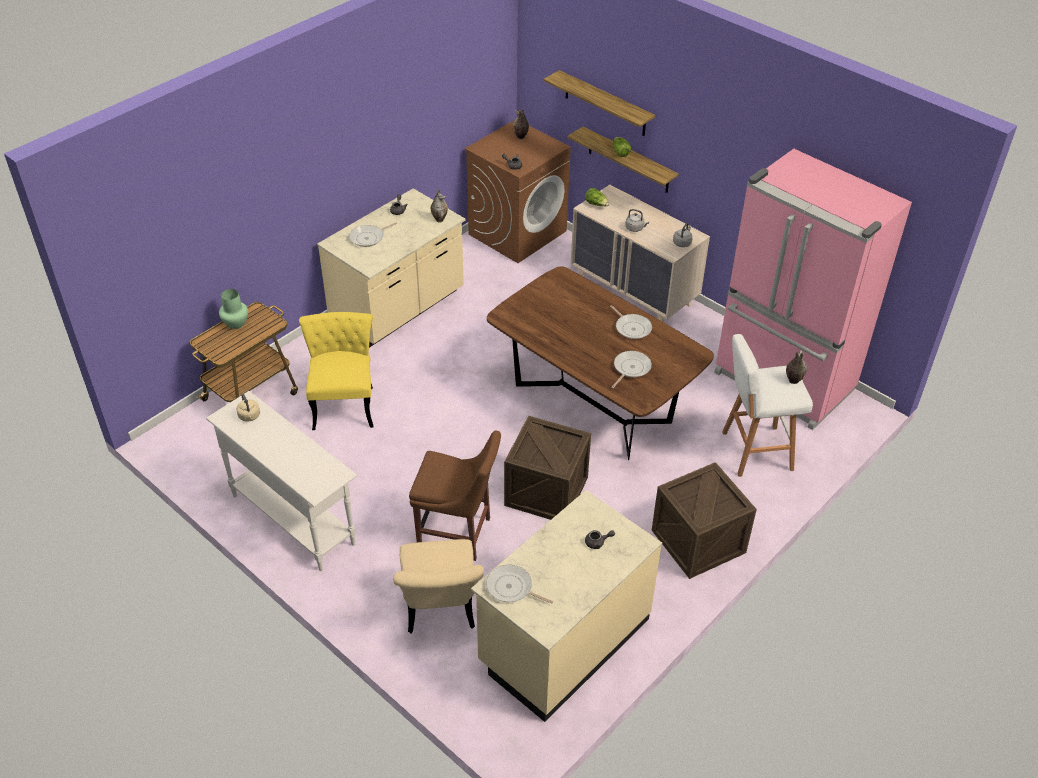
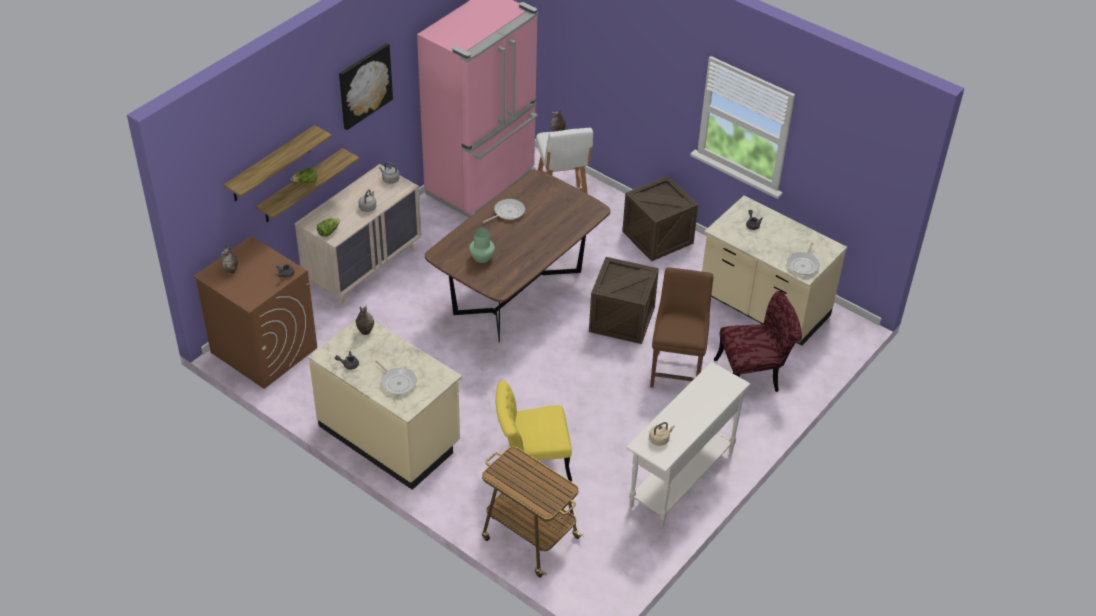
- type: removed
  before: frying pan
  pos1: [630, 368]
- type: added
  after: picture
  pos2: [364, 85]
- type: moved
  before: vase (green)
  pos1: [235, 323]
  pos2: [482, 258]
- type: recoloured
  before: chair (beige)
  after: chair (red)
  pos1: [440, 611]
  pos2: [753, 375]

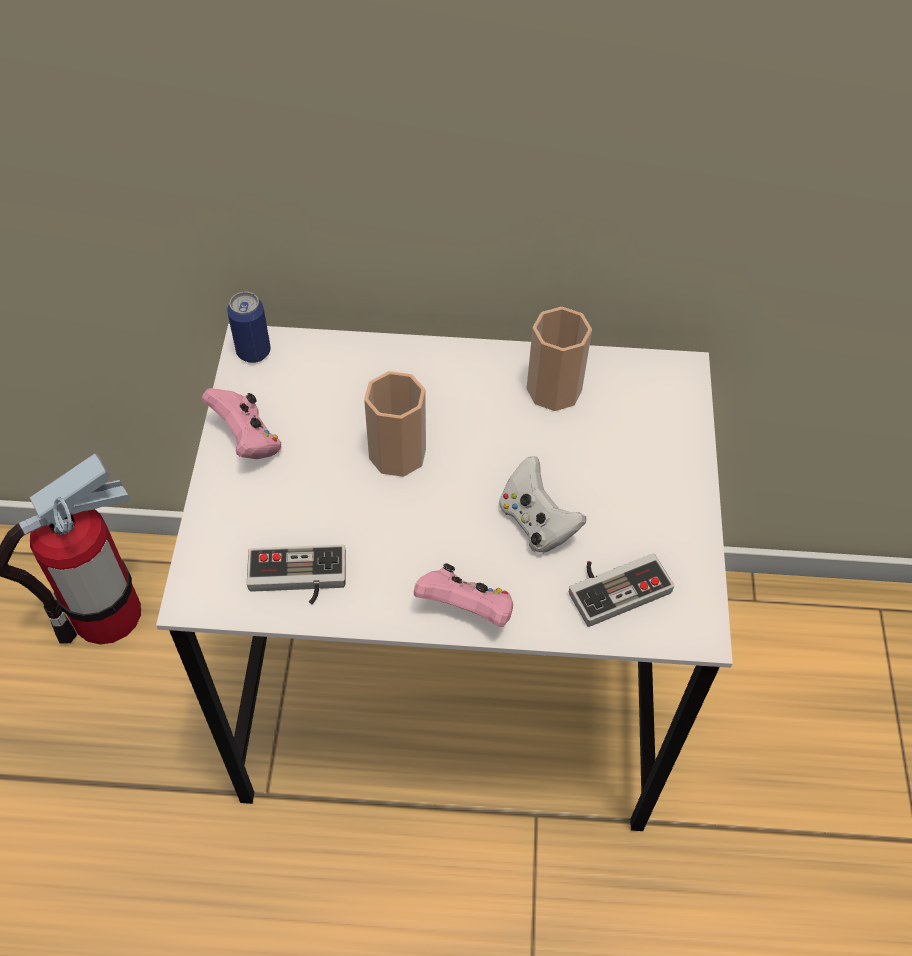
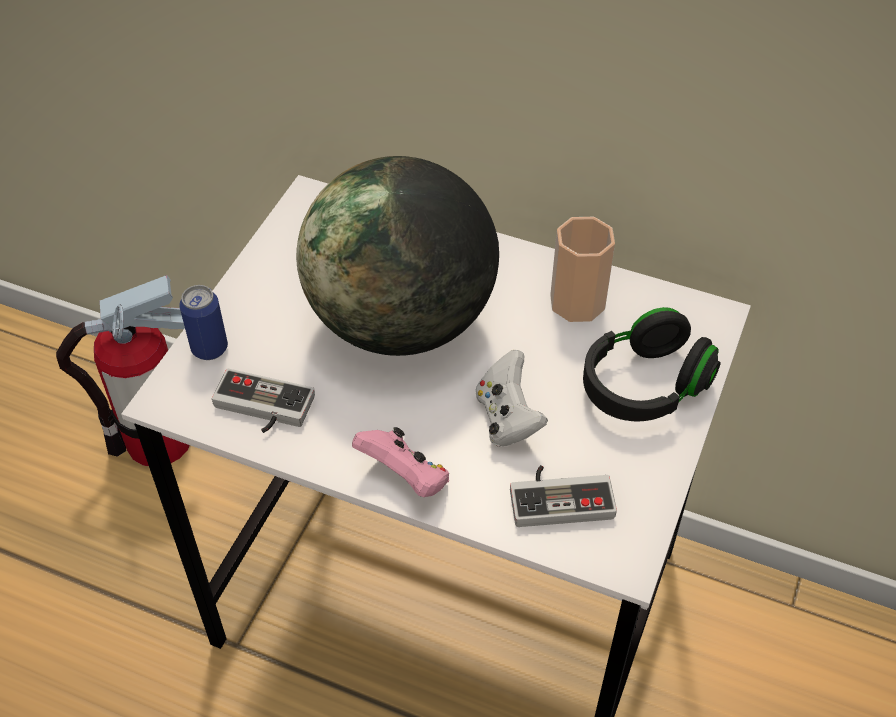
- type: removed
  before: game controller (pink)
  pos1: [247, 440]
- type: added
  after: headphones (black)
  pos2: [644, 386]
- type: moved
  before: can
  pos1: [253, 352]
  pos2: [209, 348]
- type: replaced
  before: cup
  after: globe
  pos1: [397, 454]
  pos2: [401, 323]

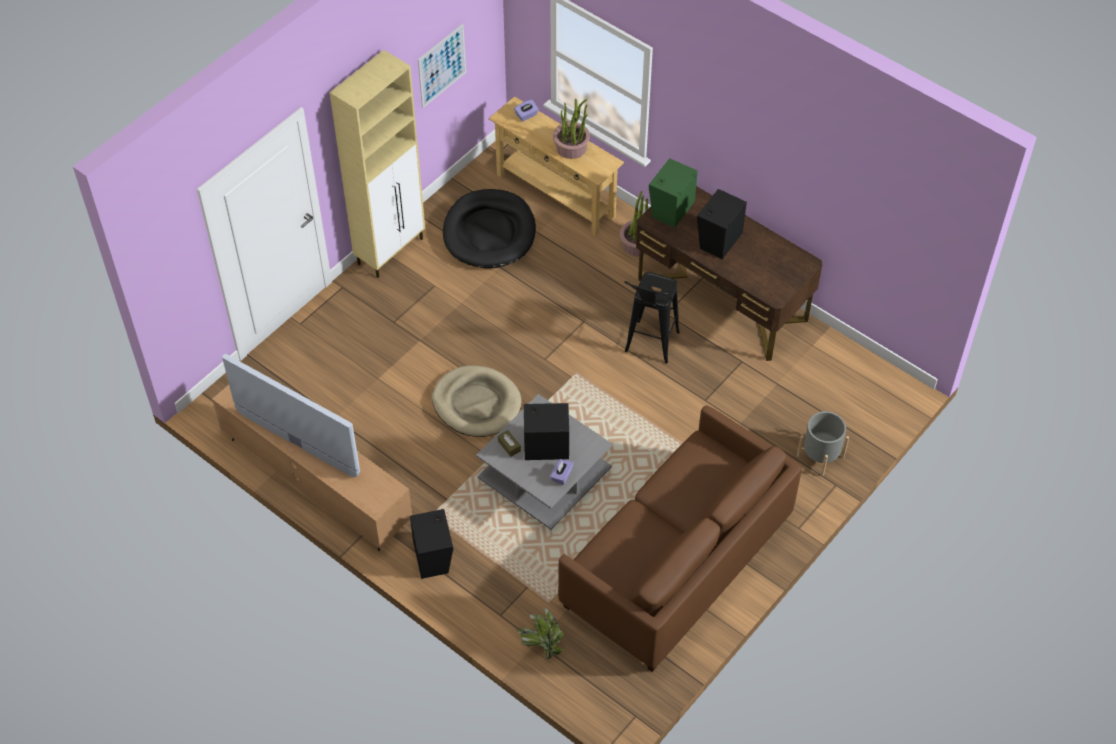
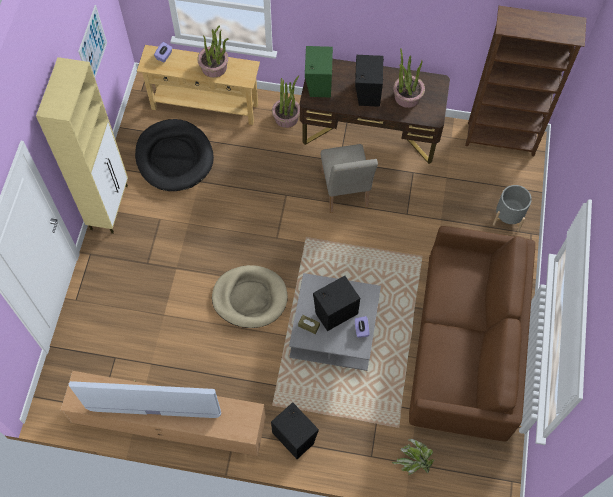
- type: added
  after: potted plant
  pos2: [407, 96]
- type: added
  after: bookcase (brown)
  pos2: [501, 140]
- type: replaced
  before: stool (black)
  after: chair (beige)
  pos1: [649, 349]
  pos2: [344, 194]

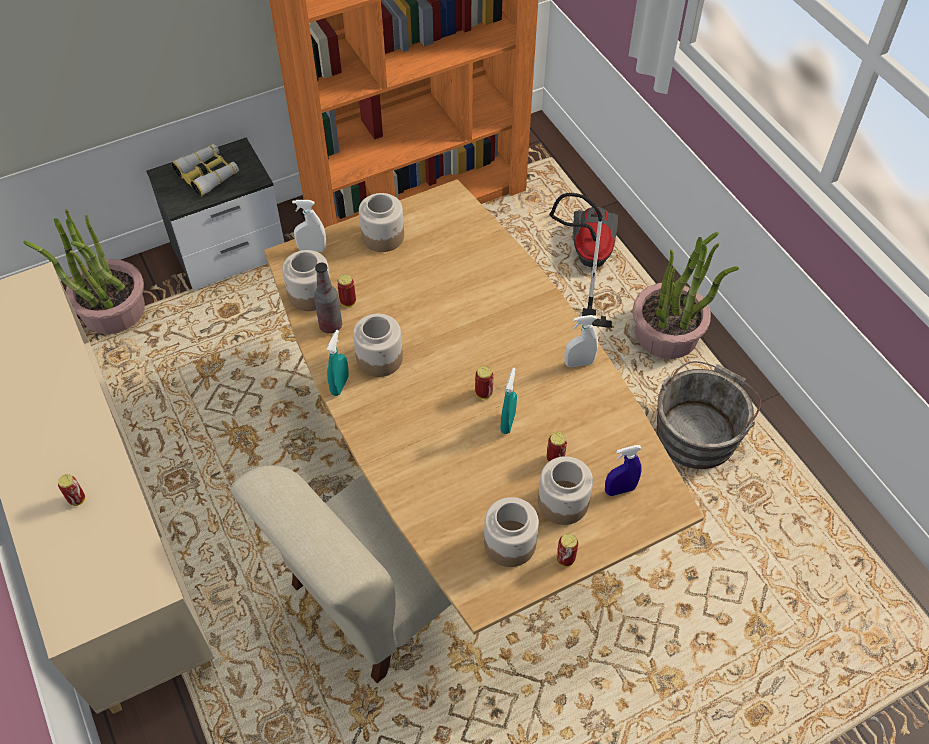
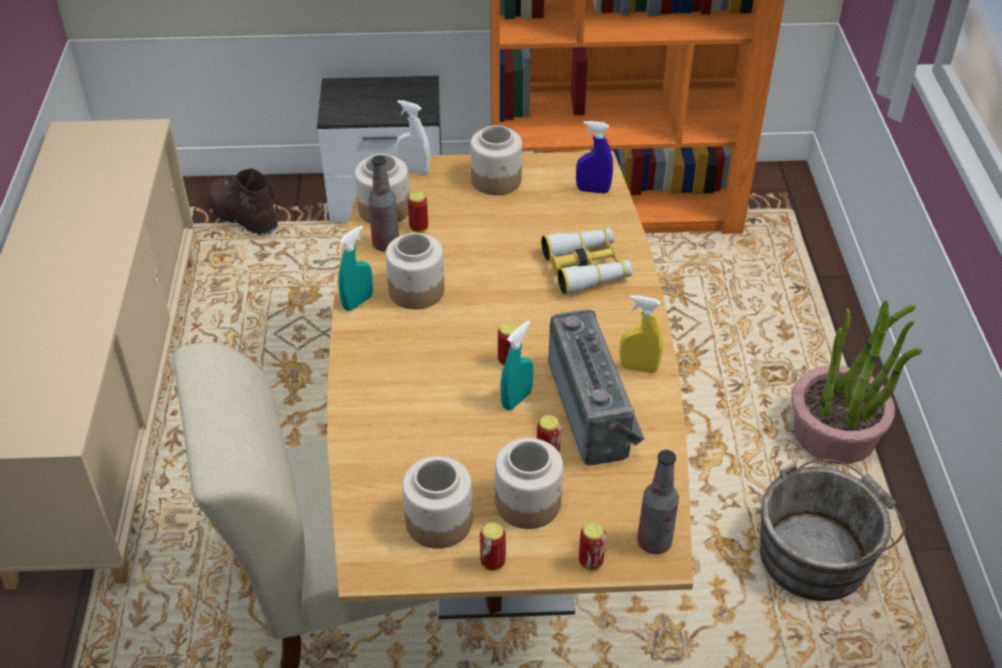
- type: removed
  before: vacuum cleaner
  pos1: [586, 264]
- type: added
  after: radio
  pos2: [595, 409]
- type: added
  after: bottle
  pos2: [654, 542]
- type: moved
  before: can
  pos1: [77, 499]
  pos2: [590, 562]
- type: moved
  before: binoculars
  pos1: [207, 175]
  pos2: [586, 268]
- type: moved
  before: spray bottle (blue)
  pos1: [620, 490]
  pos2: [593, 190]
- type: replaced
  before: potted plant
  after: boot (brown)
  pos1: [112, 311]
  pos2: [242, 216]
- type: recoloured
  before: spray bottle (white)
  after: spray bottle (yellow)
  pos1: [579, 363]
  pos2: [638, 368]

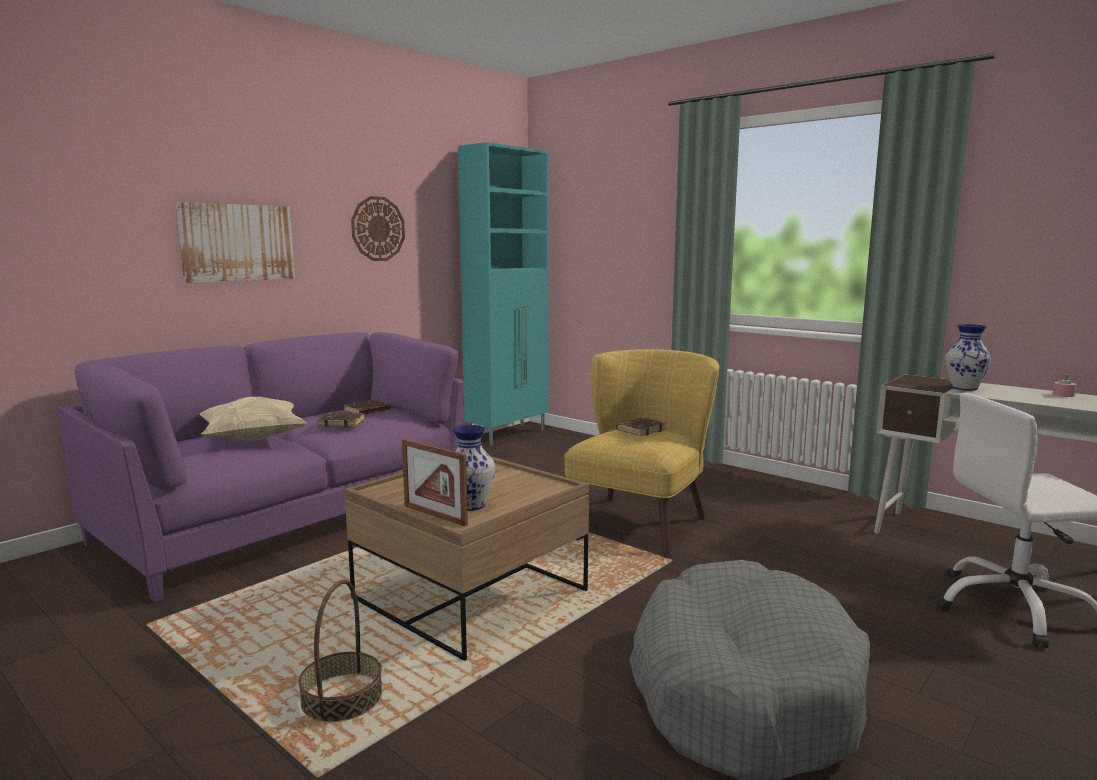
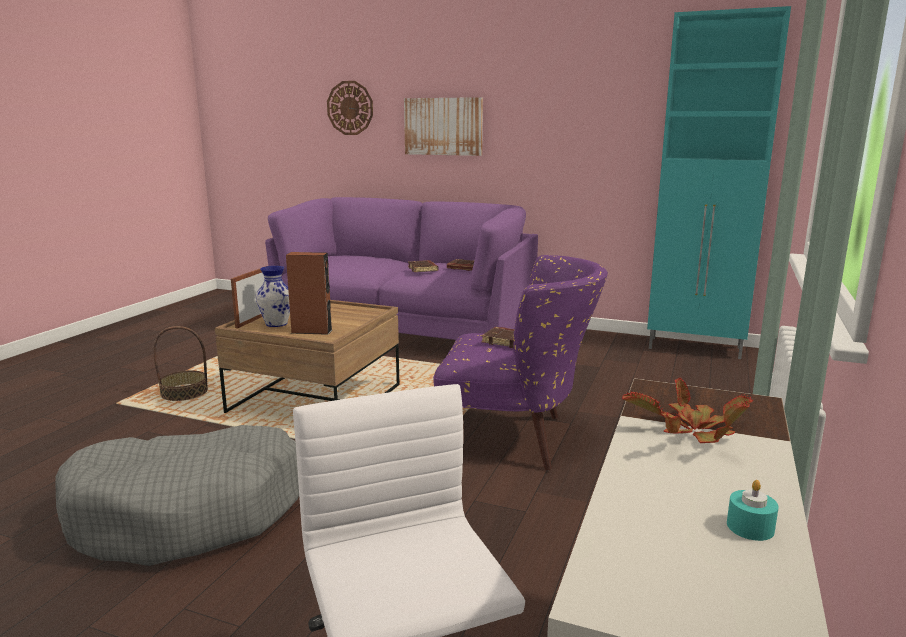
- type: removed
  before: pillow (beige)
  pos1: [253, 439]
- type: added
  after: speaker (brown)
  pos2: [311, 331]
- type: moved
  before: wall clock
  pos1: [378, 229]
  pos2: [350, 108]
- type: replaced
  before: vase
  after: potted plant
  pos1: [963, 388]
  pos2: [691, 432]
- type: recoloured
  before: armchair (yellow)
  after: armchair (purple)
  pos1: [642, 519]
  pos2: [514, 439]
- type: recoloured
  before: candle (pink)
  after: candle (turquoise)
  pos1: [1063, 395]
  pos2: [750, 527]

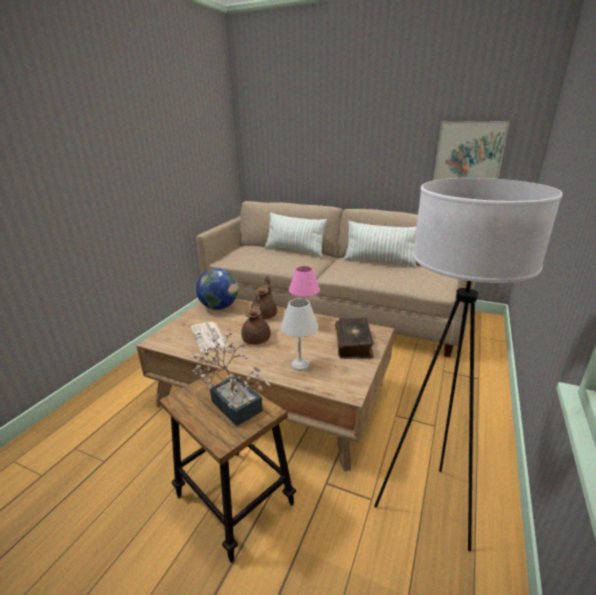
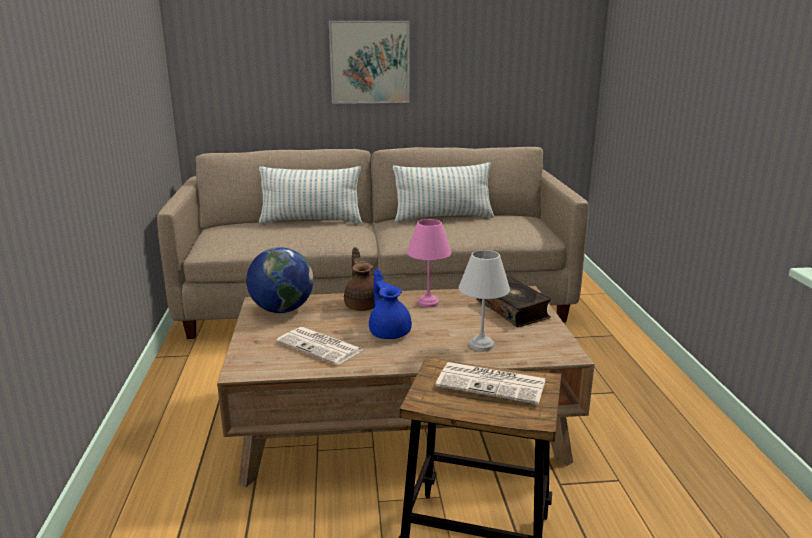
- type: removed
  before: floor lamp (white)
  pos1: [425, 506]
- type: moved
  before: picture
  pos1: [469, 154]
  pos2: [369, 62]
- type: replaced
  before: potted plant
  after: newspaper
  pos1: [233, 402]
  pos2: [493, 383]
- type: recoloured
  before: teapot (brown)
  after: teapot (blue)
  pos1: [257, 338]
  pos2: [389, 332]

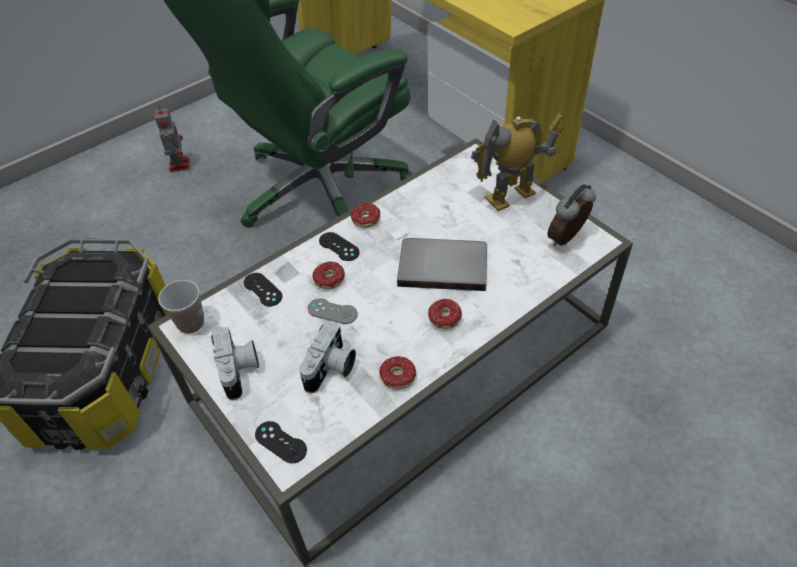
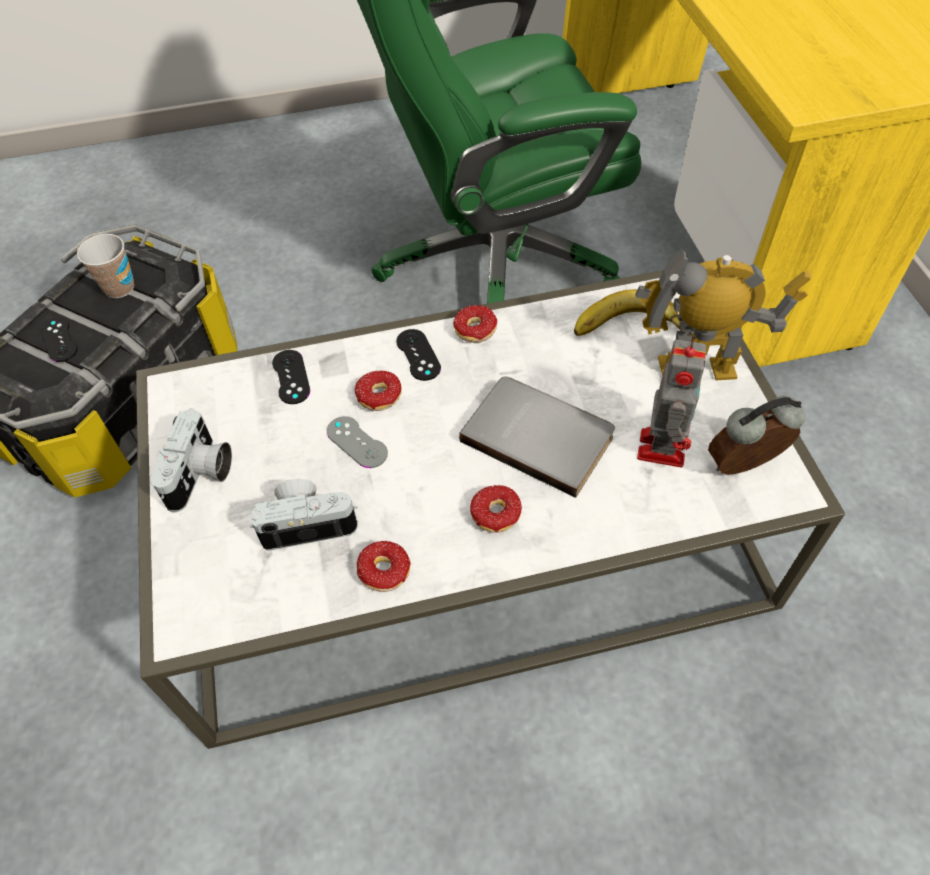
- type: added
  after: banana
  pos2: [627, 330]
- type: moved
  before: toy robot
  pos1: [179, 164]
  pos2: [662, 445]
- type: moved
  before: cup
  pos1: [191, 323]
  pos2: [119, 288]
- type: moved
  before: game controller (black)
  pos1: [281, 442]
  pos2: [59, 340]
- type: turned
  before: photo camera
  pos1: [331, 369]
  pos2: [308, 522]
  turn: -150

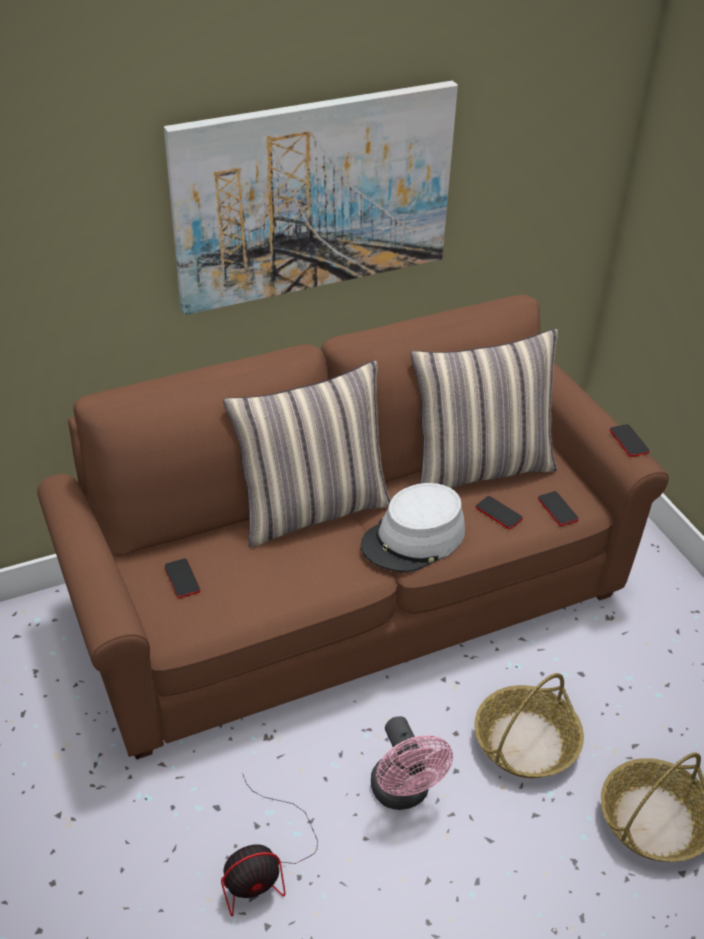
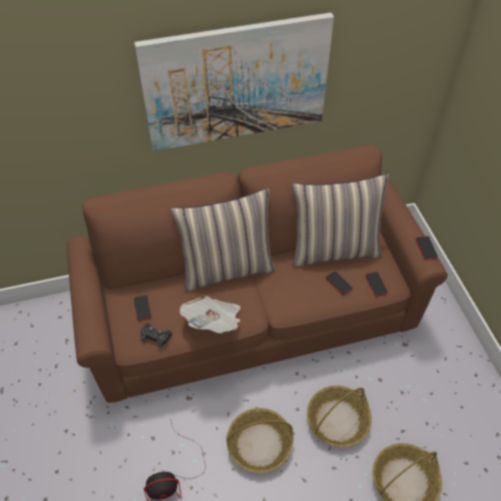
- type: removed
  before: hat (grey)
  pos1: [413, 539]
- type: added
  after: game controller (black)
  pos2: [155, 336]
- type: added
  after: newspaper
  pos2: [214, 322]
- type: replaced
  before: fan (pink)
  after: basket
  pos1: [403, 794]
  pos2: [260, 444]

